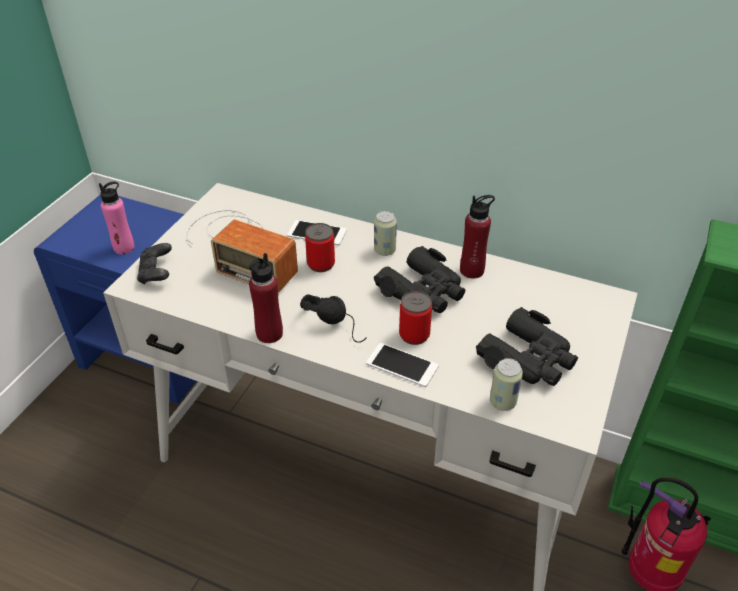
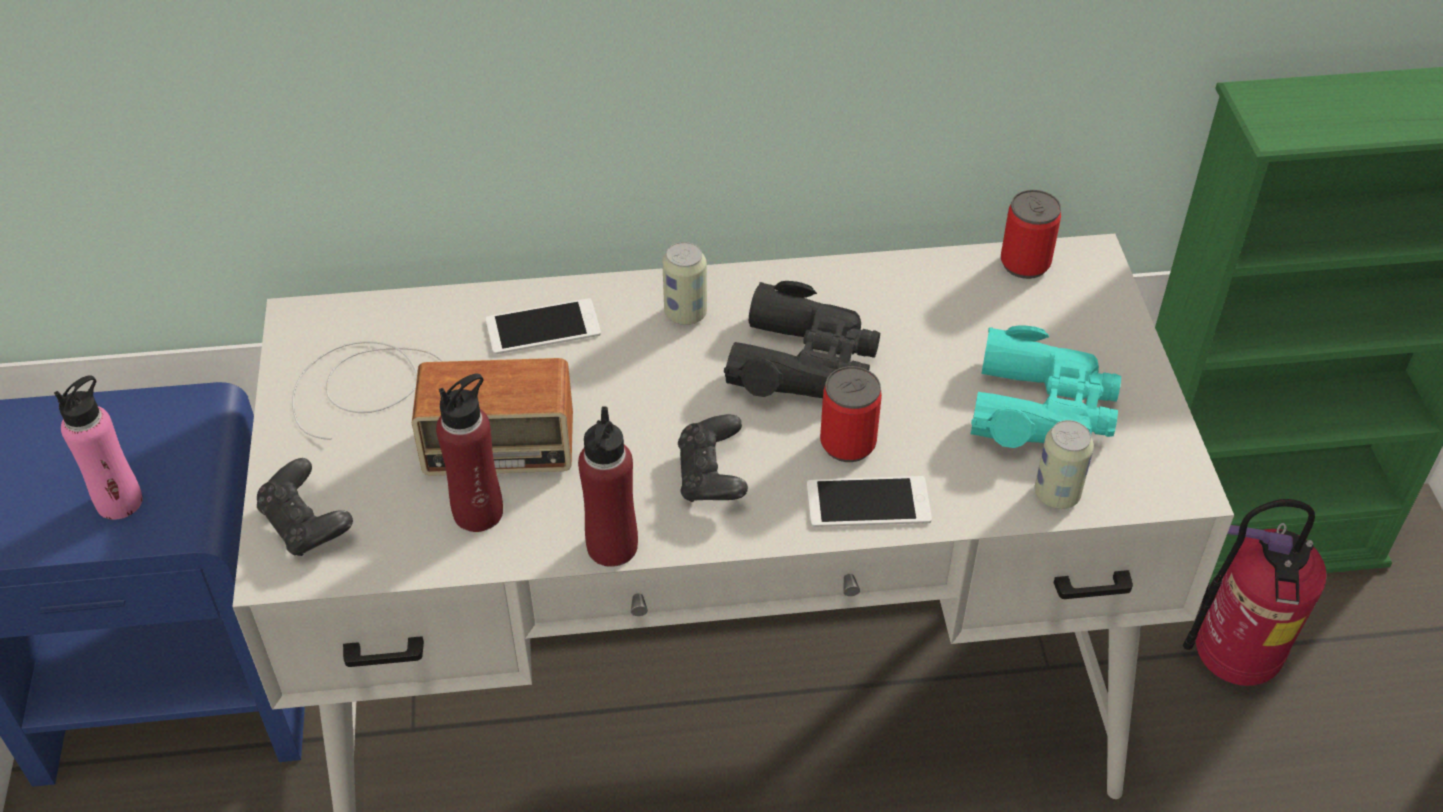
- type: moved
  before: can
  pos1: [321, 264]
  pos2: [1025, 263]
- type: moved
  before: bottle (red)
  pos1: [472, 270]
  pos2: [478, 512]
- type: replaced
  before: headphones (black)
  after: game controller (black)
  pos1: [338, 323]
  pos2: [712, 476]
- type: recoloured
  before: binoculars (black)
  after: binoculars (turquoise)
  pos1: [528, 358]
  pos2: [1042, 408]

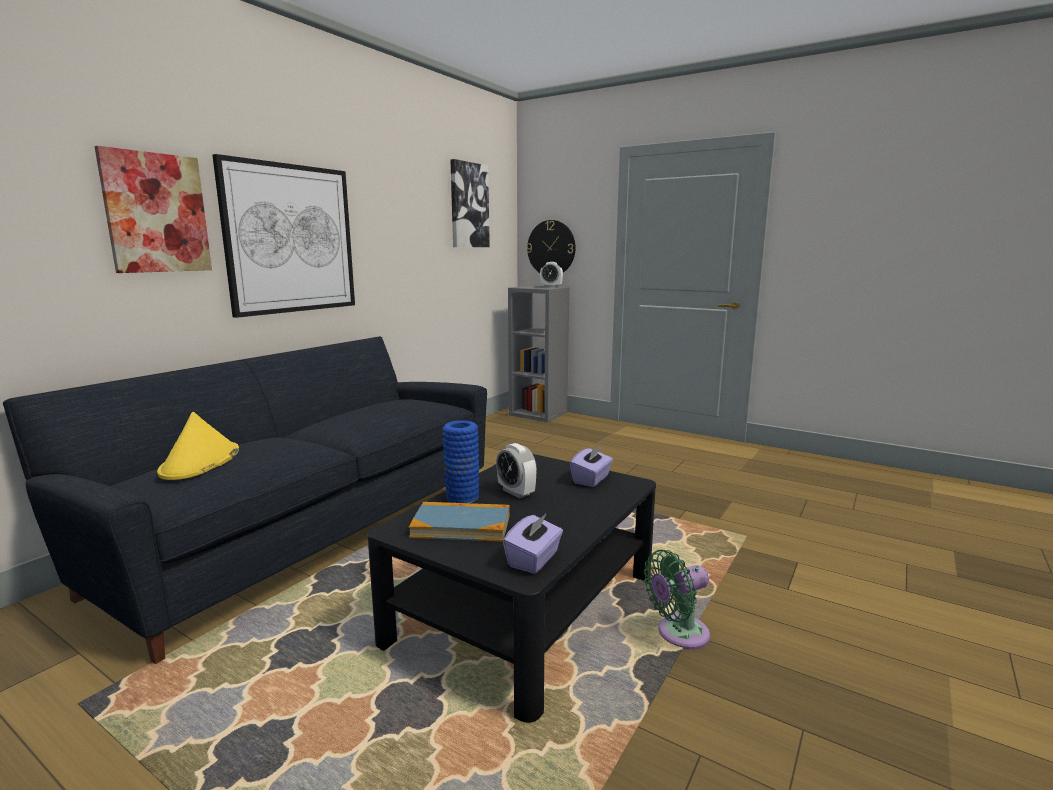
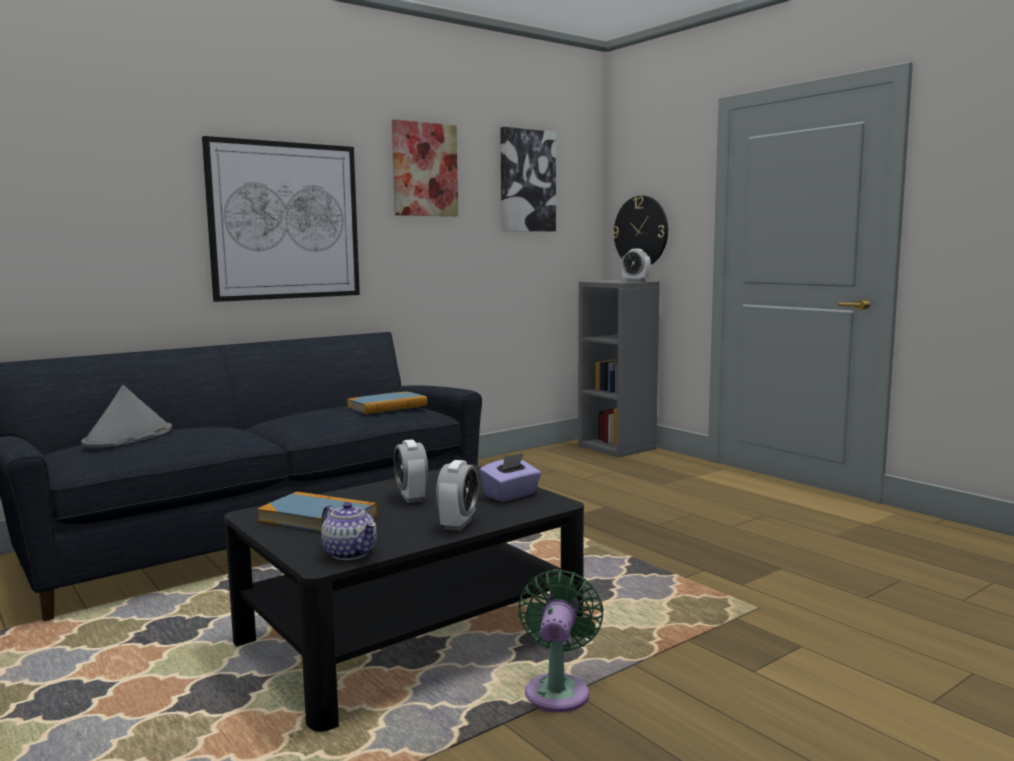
- type: removed
  before: vase (blue)
  pos1: [462, 497]
- type: added
  after: book
  pos2: [387, 406]
- type: added
  after: alarm clock
  pos2: [458, 524]
- type: moved
  before: picture
  pos1: [156, 213]
  pos2: [424, 169]
- type: replaced
  before: tissue box (purple)
  after: teapot
  pos1: [534, 560]
  pos2: [350, 553]
- type: recoloured
  before: hat (yellow)
  after: hat (grey)
  pos1: [200, 462]
  pos2: [128, 437]
- type: turned
  before: fan (green)
  pos1: [678, 634]
  pos2: [558, 689]
  turn: 105

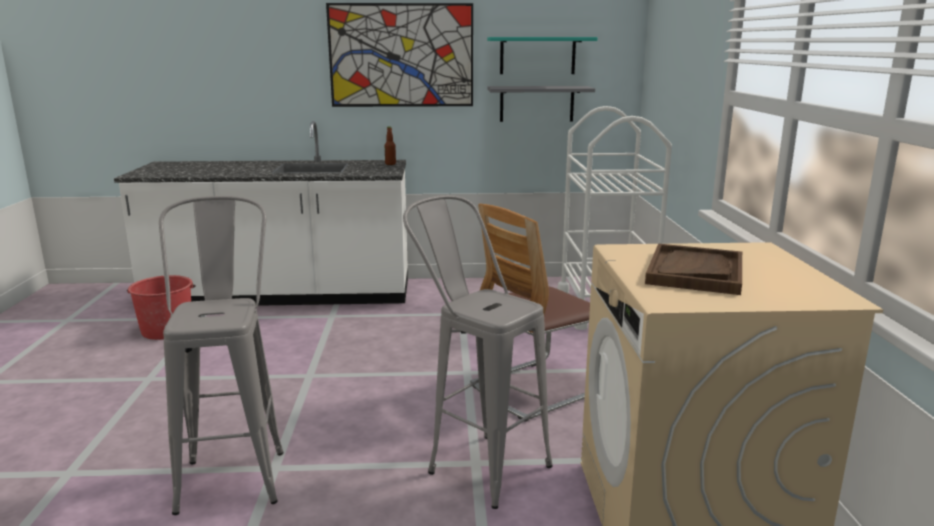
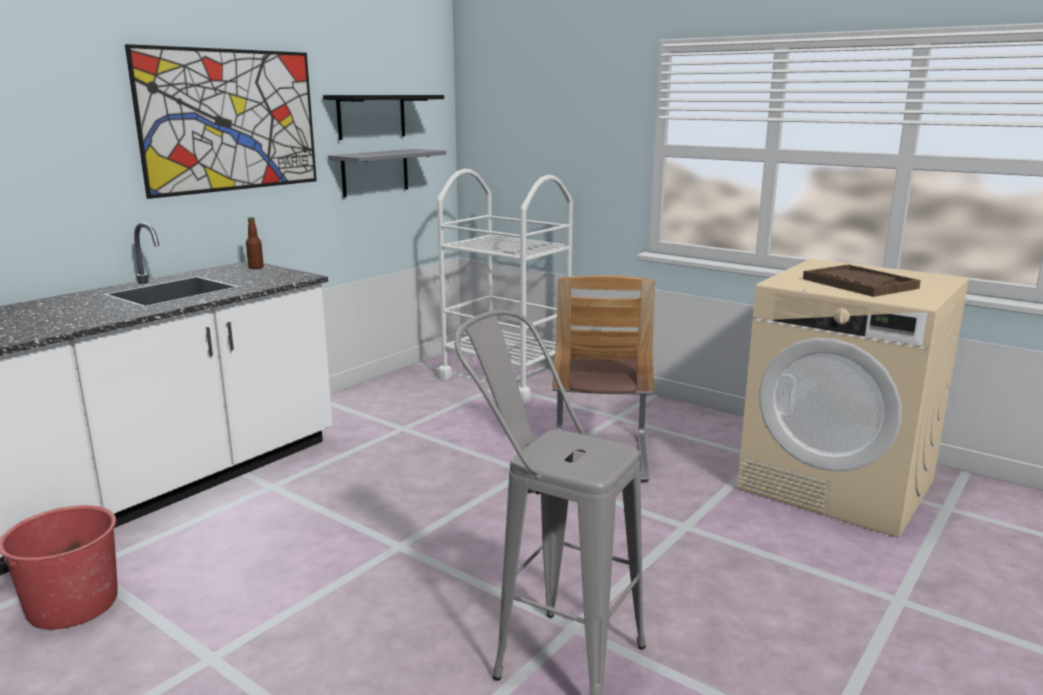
- type: removed
  before: stool (grey)
  pos1: [476, 462]
- type: recoloured
  before: shelf (turquoise)
  after: shelf (black)
  pos1: [537, 55]
  pos2: [371, 116]

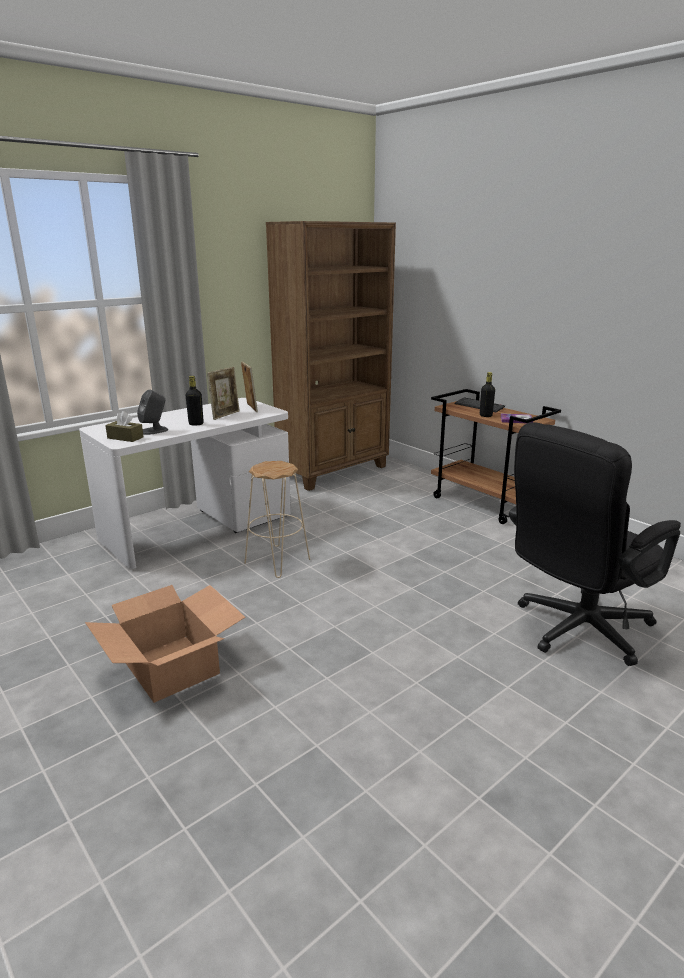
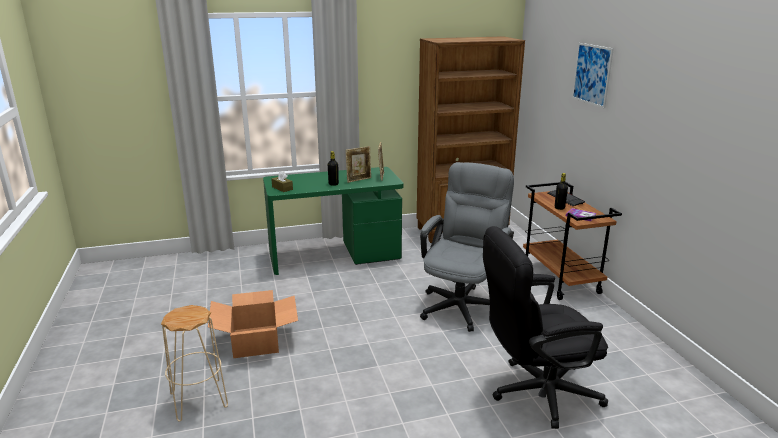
- type: removed
  before: speaker (grey)
  pos1: [154, 431]
- type: added
  after: office chair (grey)
  pos2: [462, 303]
- type: added
  after: picture
  pos2: [592, 74]
- type: moved
  before: stool (beige)
  pos1: [277, 561]
  pos2: [198, 400]
- type: recoloured
  before: desk (white)
  after: desk (green)
  pos1: [198, 527]
  pos2: [335, 255]

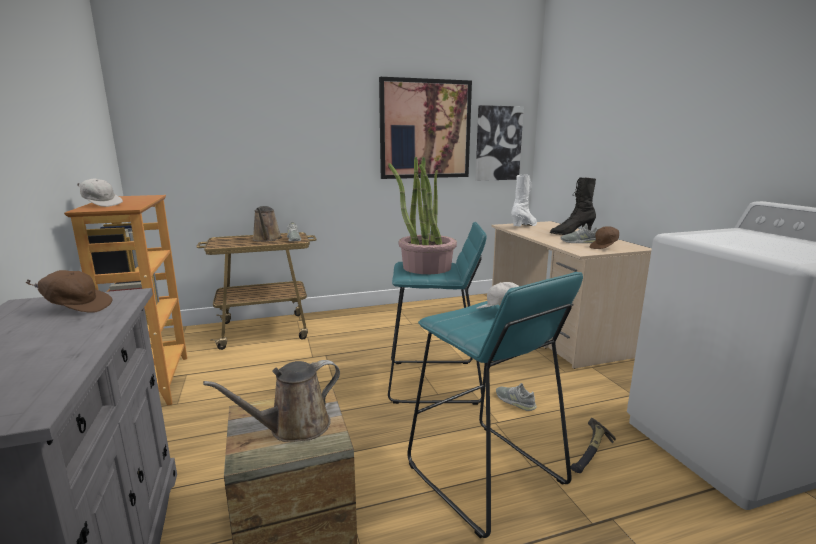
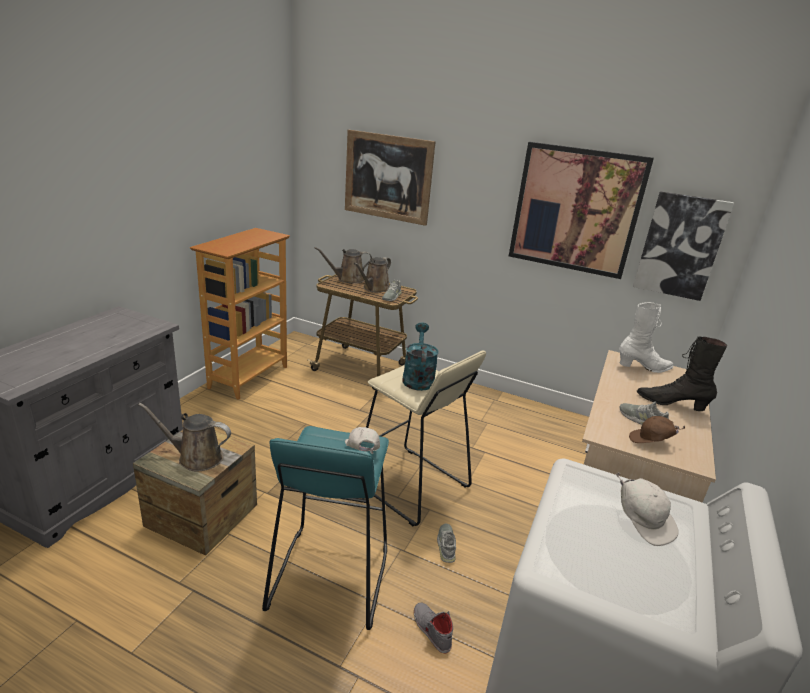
- type: removed
  before: cap (brown)
  pos1: [77, 308]
- type: added
  after: watering can (brown)
  pos2: [348, 279]
- type: added
  after: picture
  pos2: [388, 177]
- type: moved
  before: cap (white)
  pos1: [101, 204]
  pos2: [642, 521]
- type: replaced
  before: potted plant
  after: watering can (turquoise)
  pos1: [426, 267]
  pos2: [418, 378]
- type: replaced
  before: hammer
  after: shoe (grey)
  pos1: [592, 453]
  pos2: [431, 629]
- type: recoloured
  before: stool (turquoise)
  after: stool (beige)
  pos1: [434, 382]
  pos2: [411, 486]

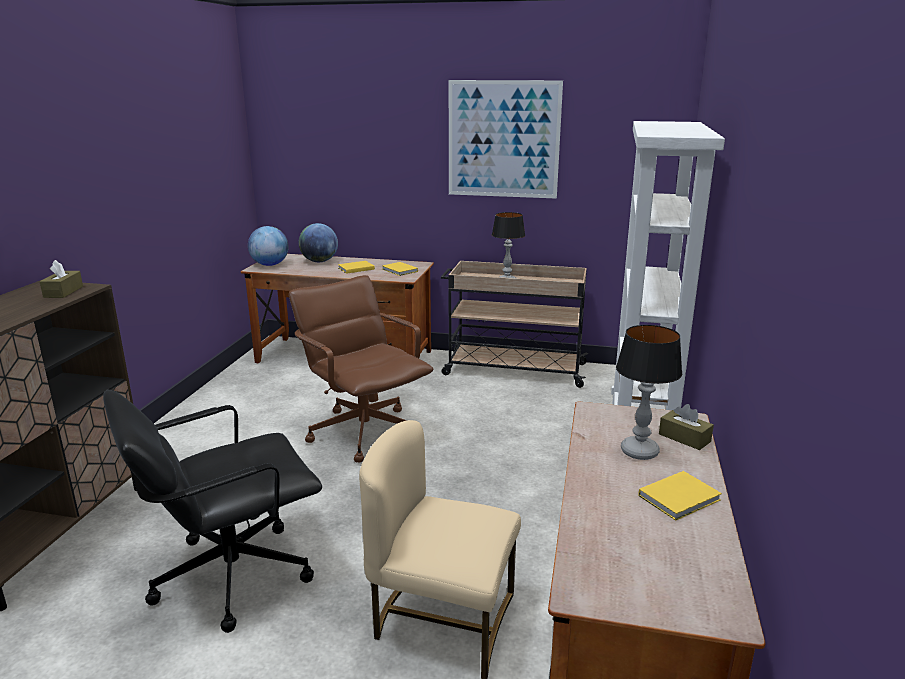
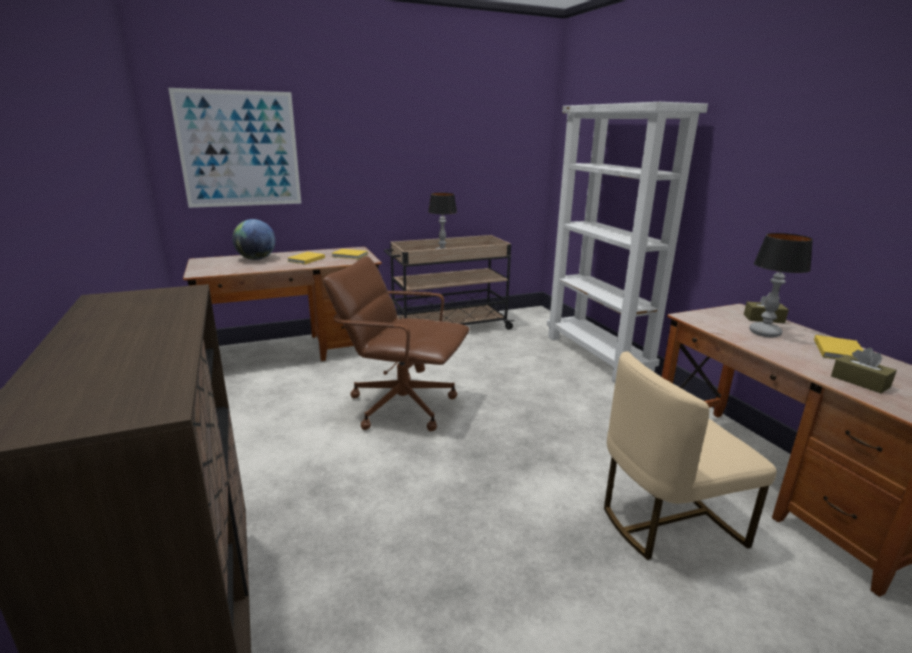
- type: removed
  before: office chair (black)
  pos1: [230, 575]
- type: removed
  before: globe
  pos1: [270, 265]
- type: moved
  before: tissue box (brown)
  pos1: [63, 292]
  pos2: [860, 381]
- type: moved
  before: picture
  pos1: [503, 139]
  pos2: [239, 149]

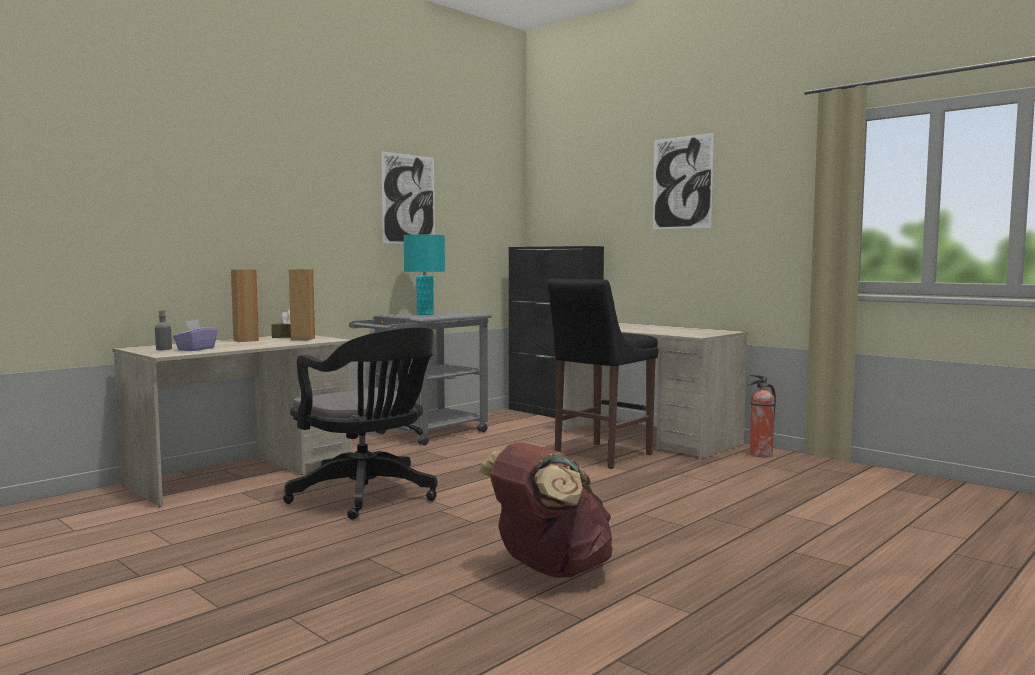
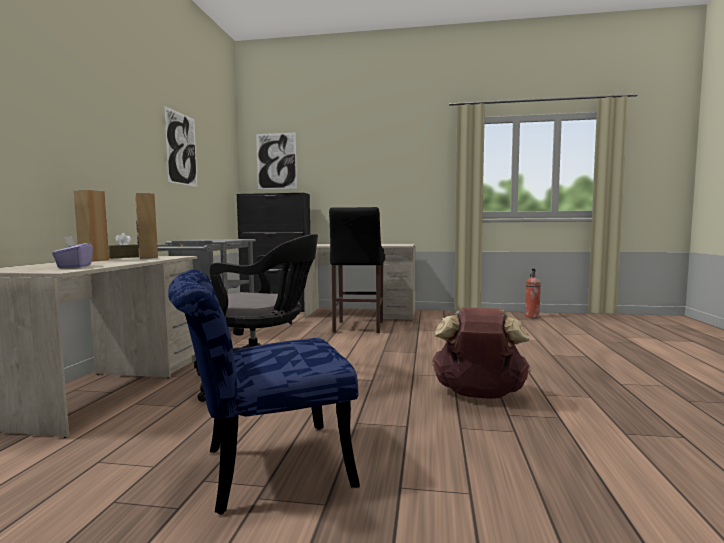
- type: removed
  before: bottle (grey)
  pos1: [164, 349]
- type: removed
  before: table lamp (turquoise)
  pos1: [425, 314]
- type: added
  after: chair (blue)
  pos2: [263, 469]
- type: moved
  before: picture
  pos1: [682, 182]
  pos2: [276, 161]
- type: moved
  before: fire extinguisher
  pos1: [760, 454]
  pos2: [532, 317]

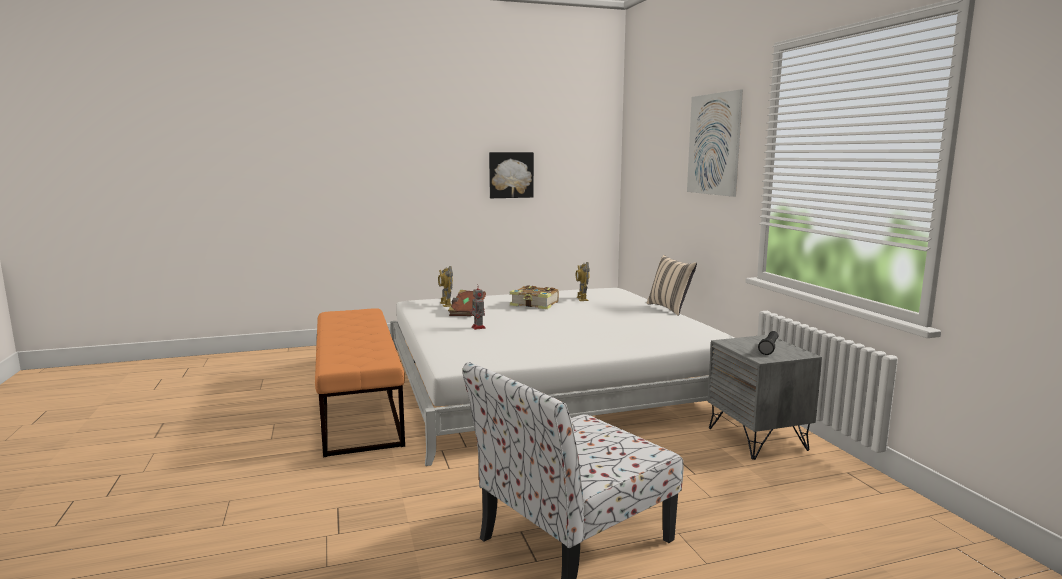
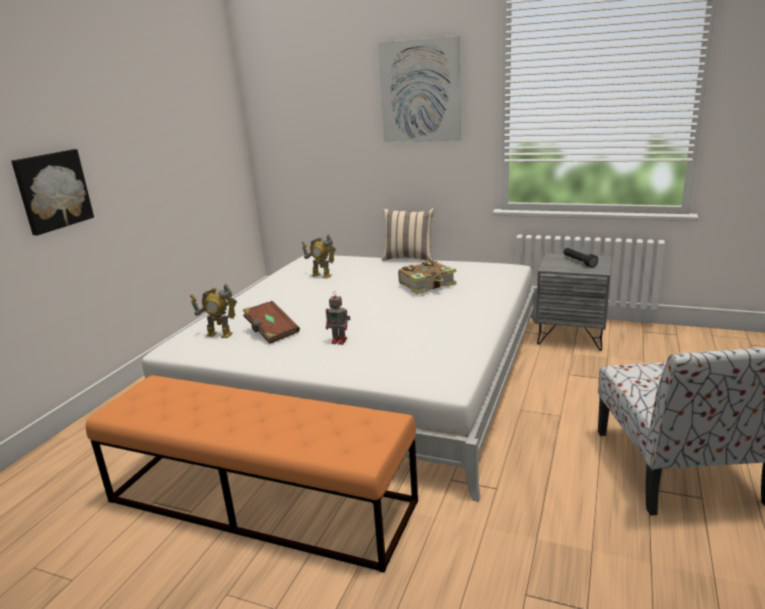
- type: moved
  before: picture
  pos1: [511, 175]
  pos2: [52, 191]
- type: moved
  before: book
  pos1: [535, 304]
  pos2: [428, 285]

